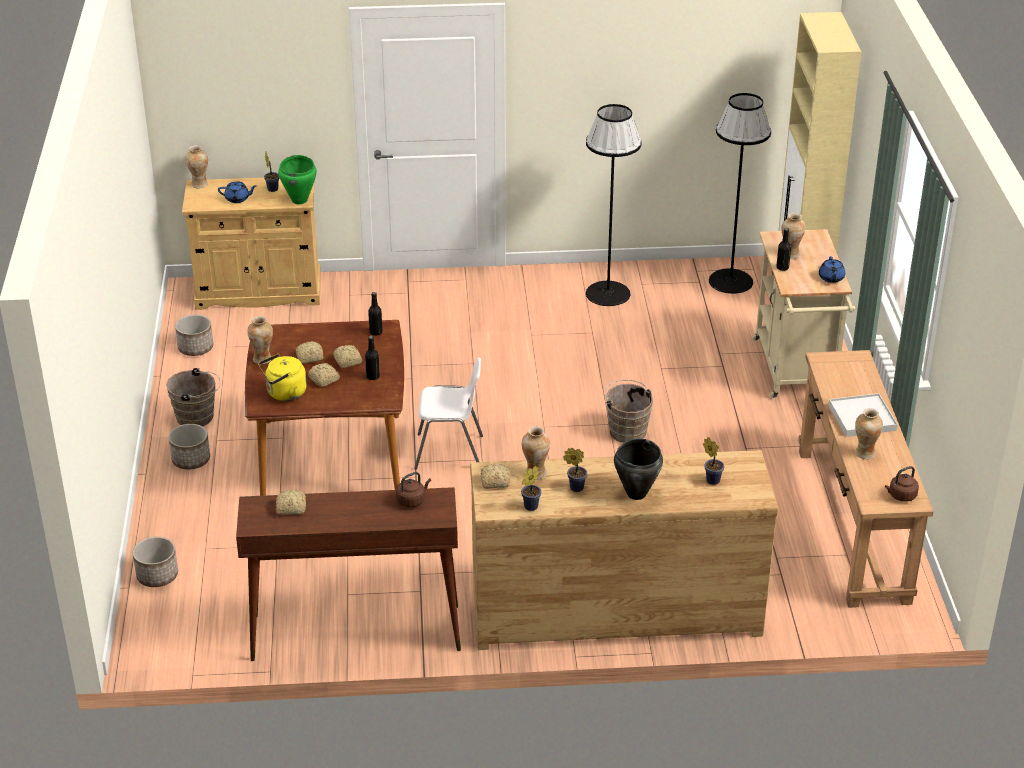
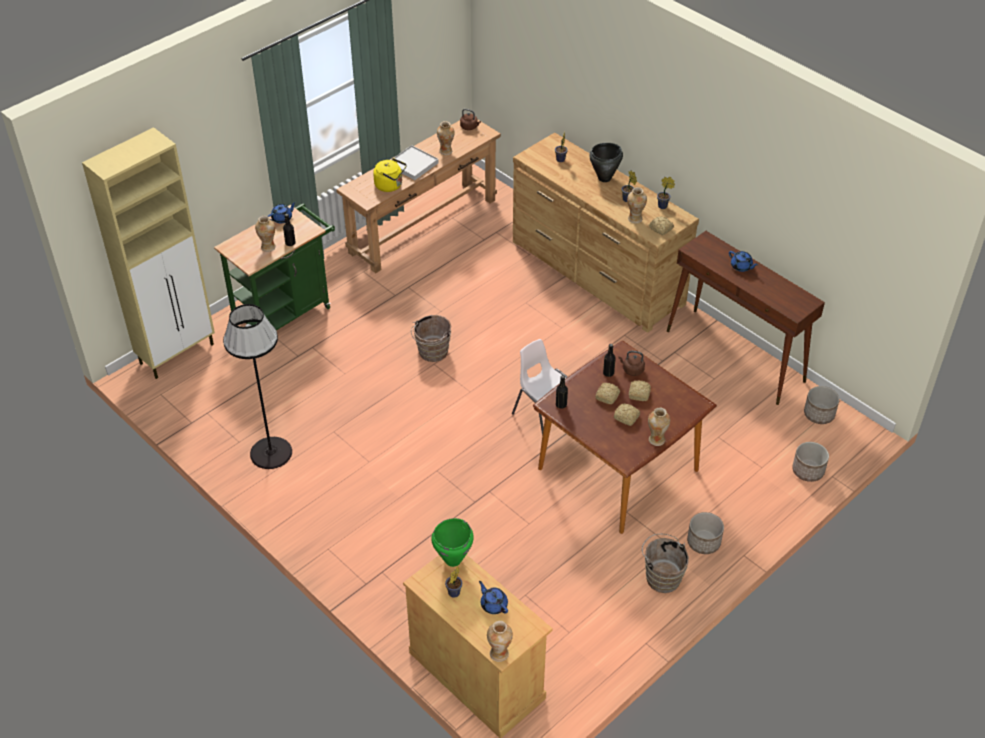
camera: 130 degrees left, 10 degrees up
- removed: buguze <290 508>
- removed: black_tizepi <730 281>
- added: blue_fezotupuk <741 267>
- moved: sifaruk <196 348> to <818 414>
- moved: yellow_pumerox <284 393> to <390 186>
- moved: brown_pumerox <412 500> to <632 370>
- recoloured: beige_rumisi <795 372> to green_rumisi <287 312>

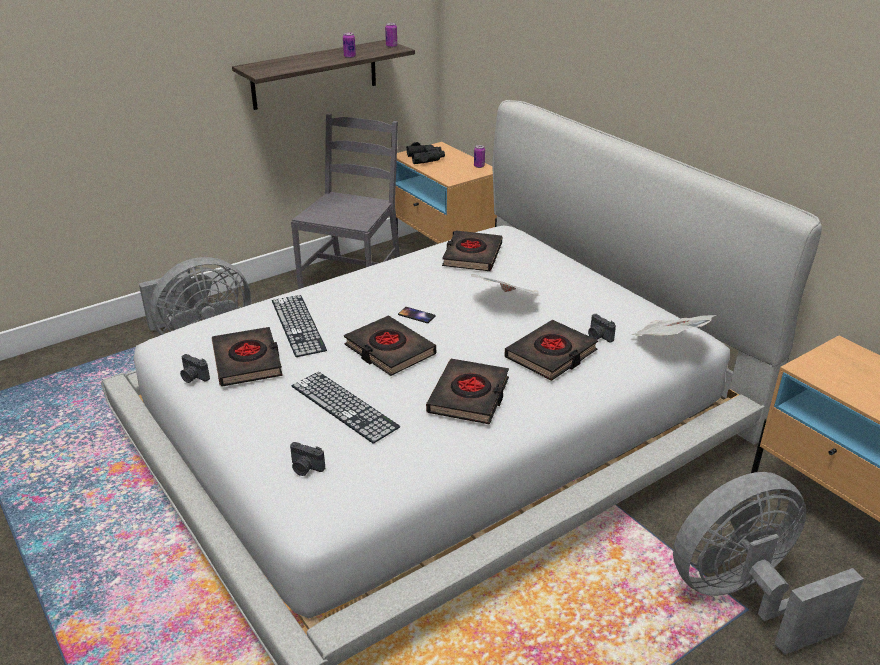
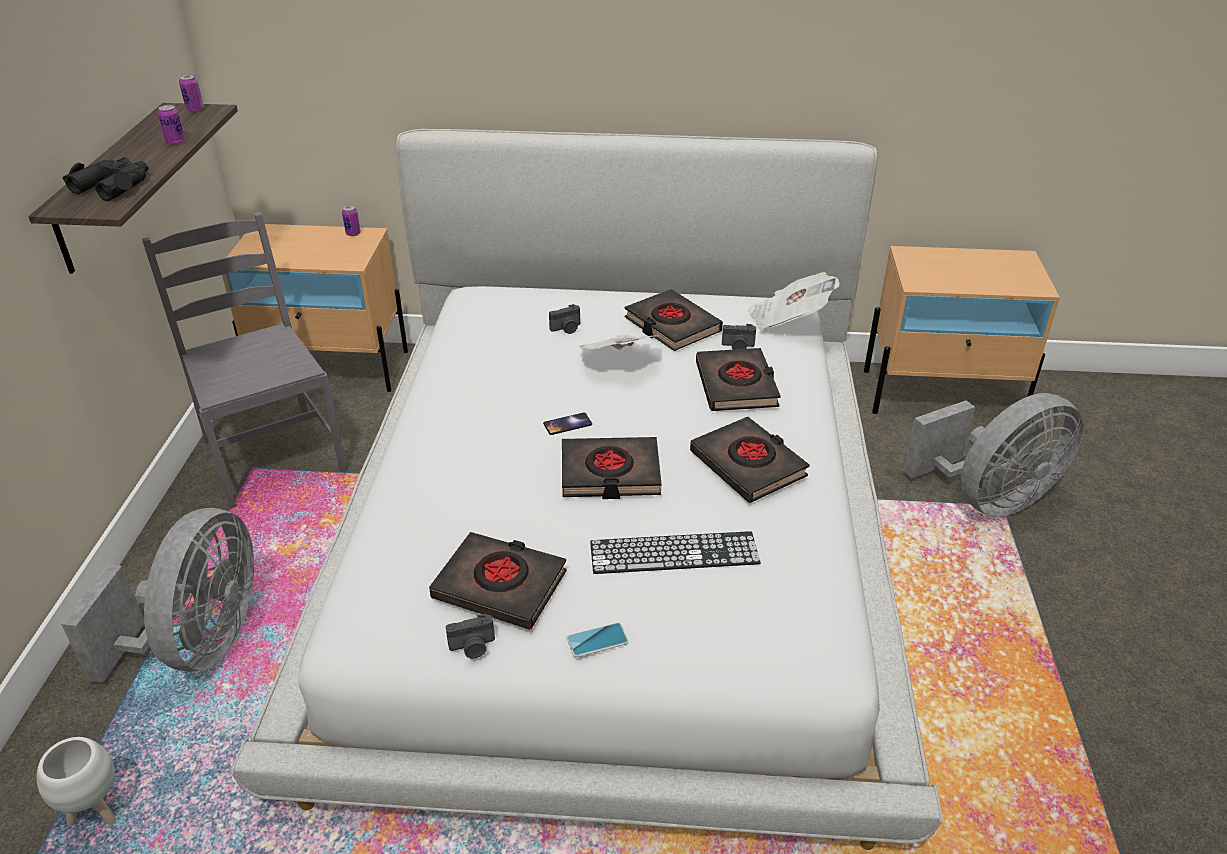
camera: 50 degrees left, 5 degrees up
- removed: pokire <298 325>
- added: white_sifaruk <96 812>
- added: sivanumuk <597 640>
- moved: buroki <305 468> to <566 329>
- moved: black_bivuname <426 158> to <114 185>
- moved: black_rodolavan <472 255> to <672 325>
- turned: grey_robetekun <743 596> = <989 499> 135 degrees counterclockwise

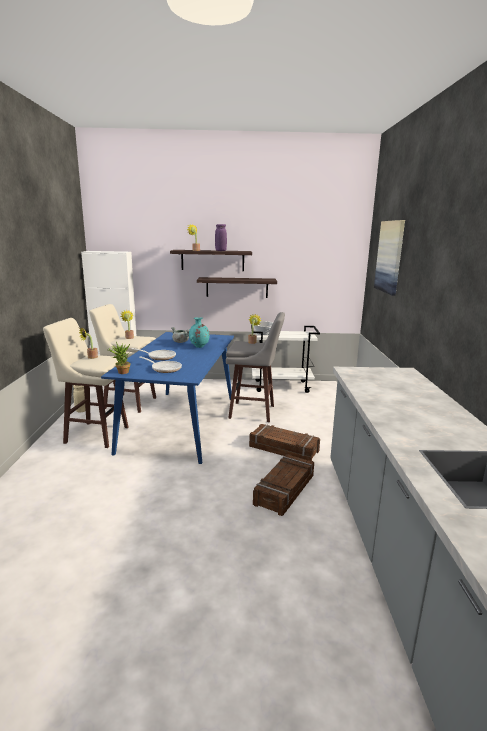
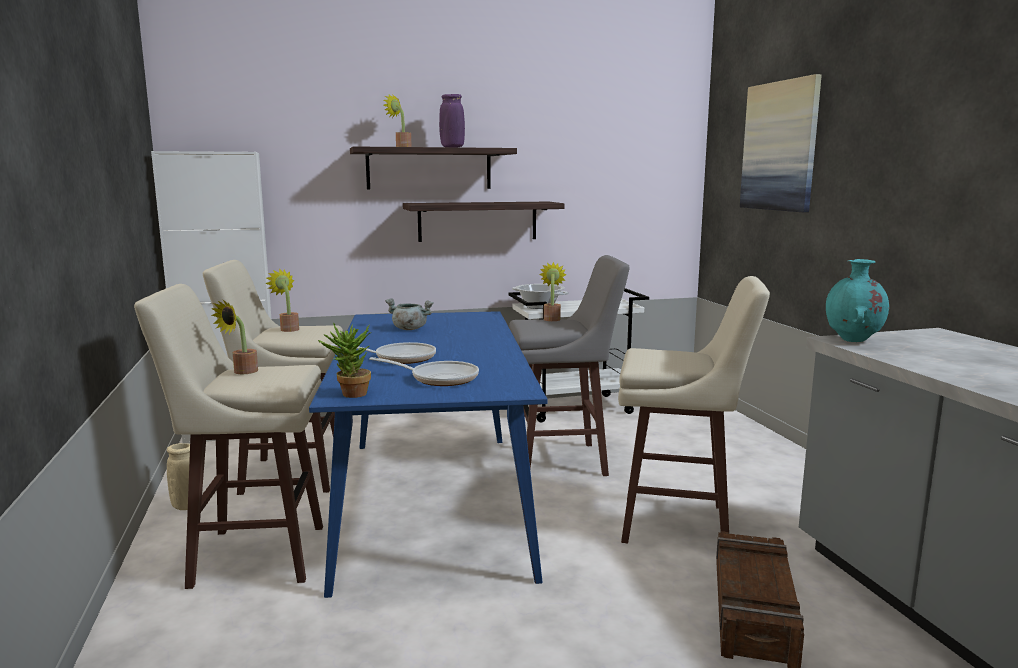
camera: 15 degrees left, 5 degrees down
- moved: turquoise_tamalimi <199 347> to <853 340>
- replaced: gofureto <283 449> to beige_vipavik <679 525>

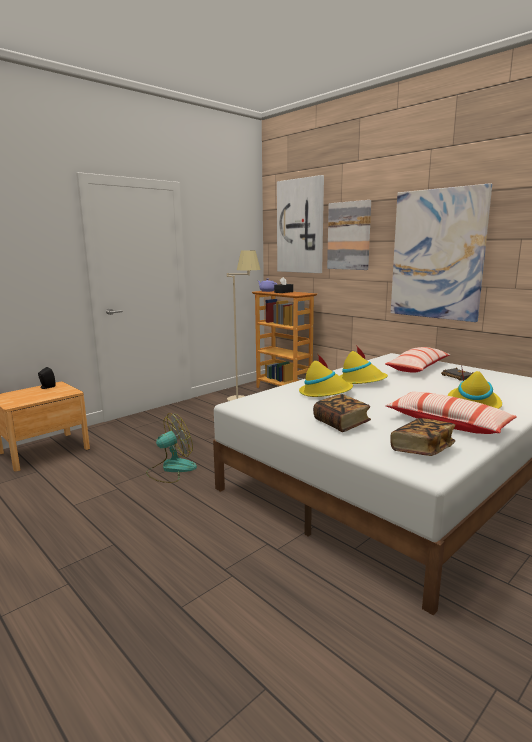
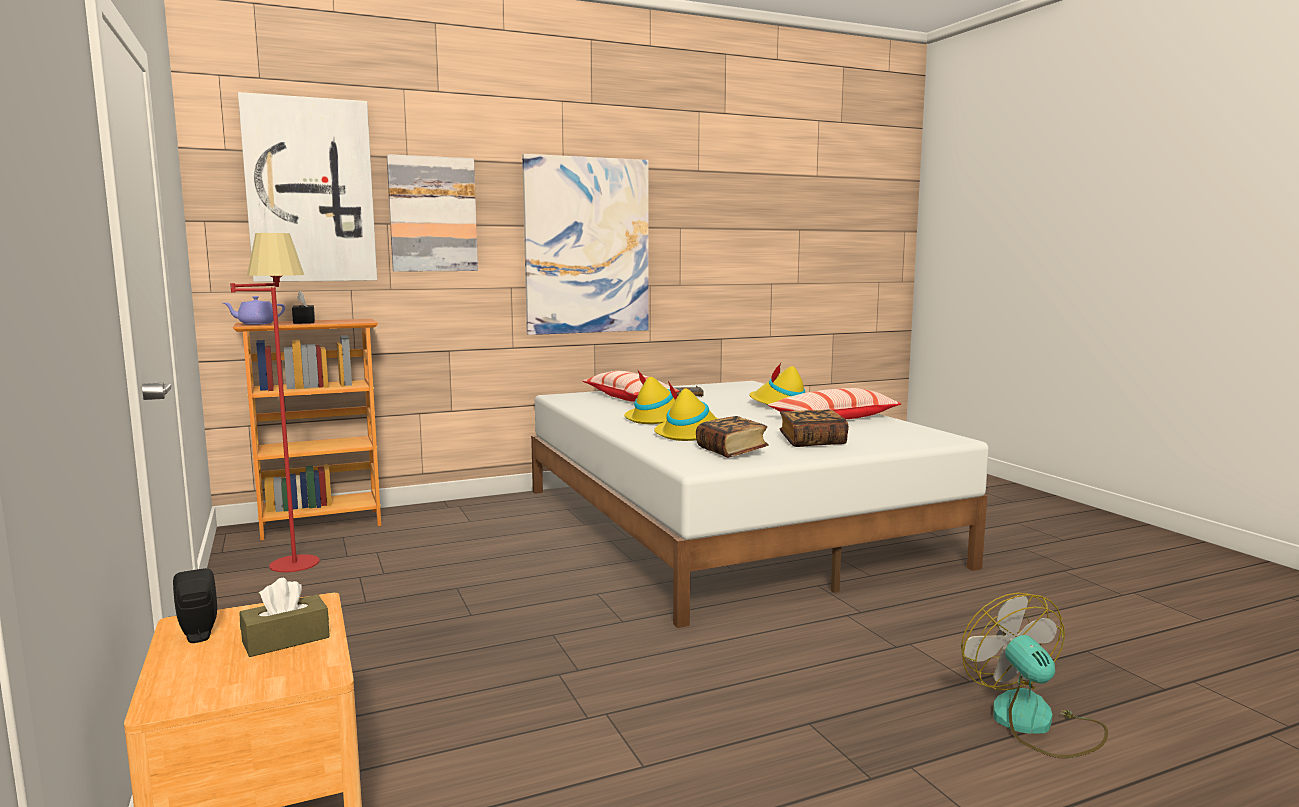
camera: 70 degrees left, 5 degrees down
- added: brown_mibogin <286 639>
- moved: robetekun <171 469> to <1035 723>
- moved: rodolavan <422 449> to <731 451>
- recoloured: beige_tizepi <244 396> to red_tizepi <294 556>

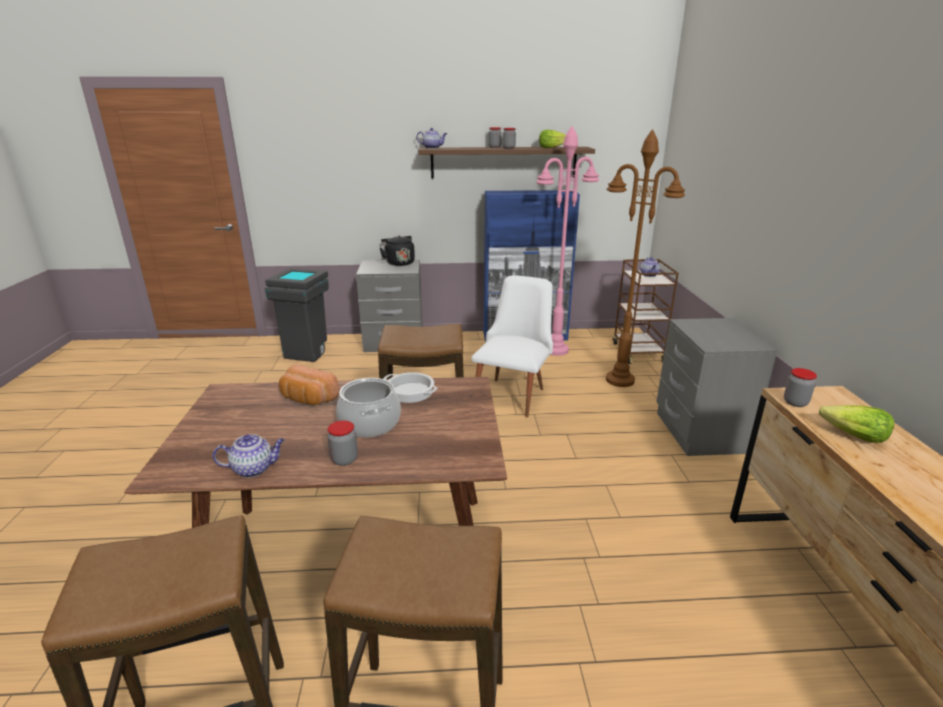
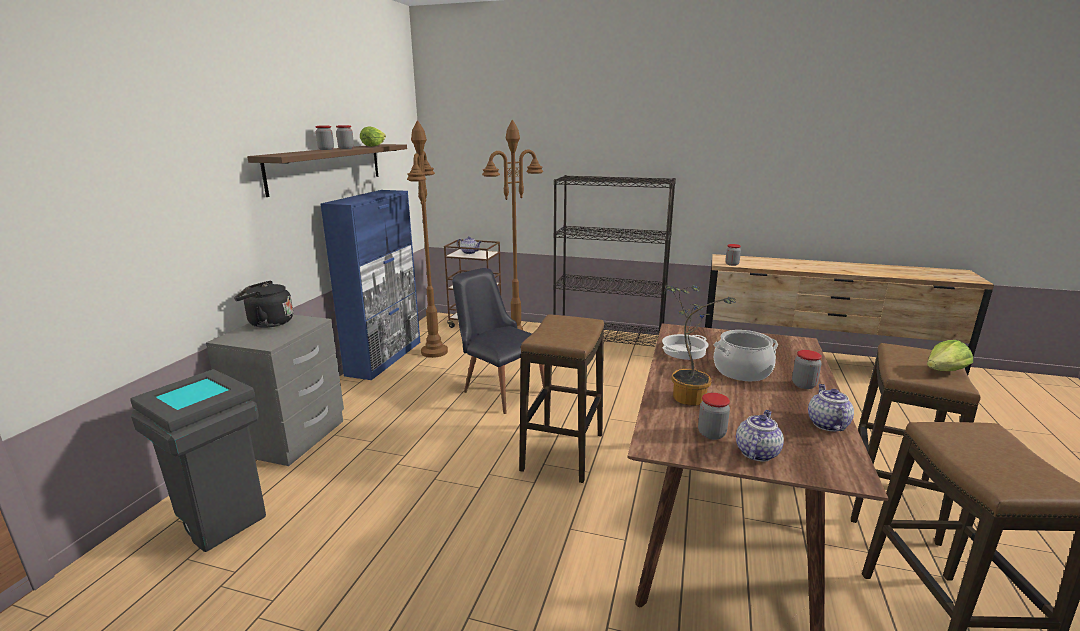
camera: 70 degrees left, 5 degrees down
- added: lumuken <711 434>
- moved: fezotupuk <432 148> to <756 452>
- moved: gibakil <853 436> to <944 371>
- replaced: buguze <308 399> to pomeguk <688 395>
- replaced: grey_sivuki <698 432> to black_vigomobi <609 339>
- recoloured: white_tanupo <513 393> to black_tanupo <499 389>
- recoloured: pink_tizepi <556 350> to brown_tizepi <434 352>

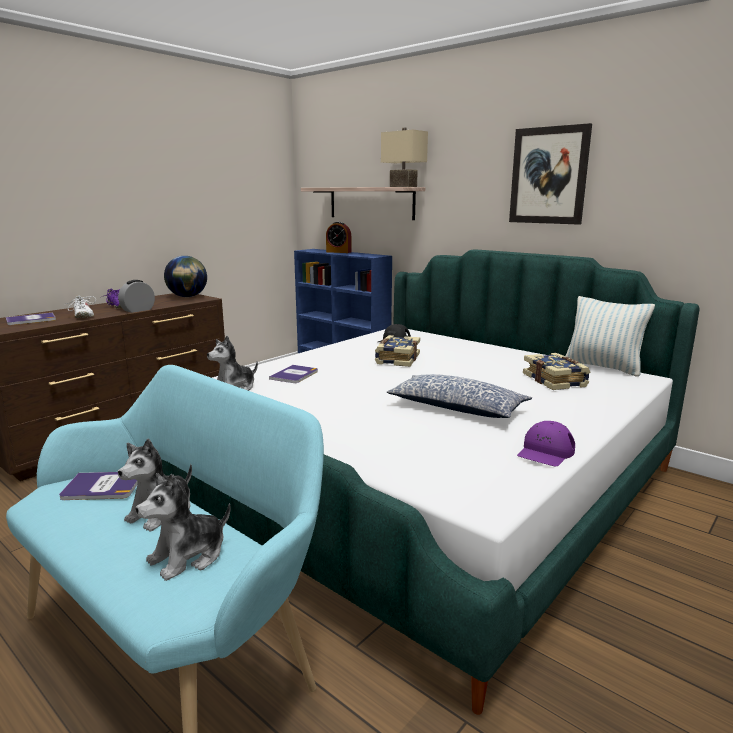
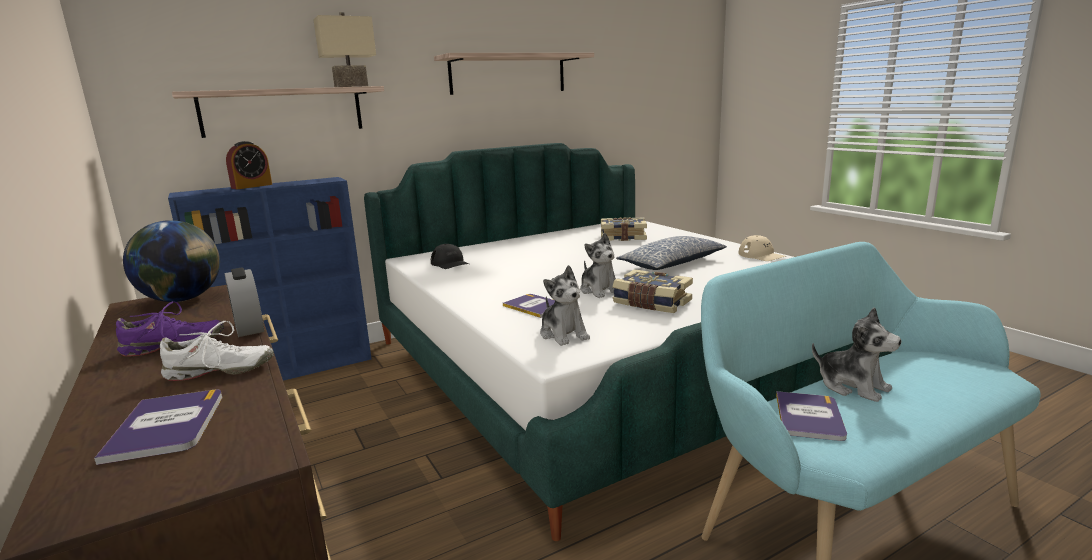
camera: 70 degrees left, 0 degrees up
- removed: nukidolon <603 367>
- moved: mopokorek <188 556> to <599 290>
- moved: rodolavan <396 359> to <651 303>
- replaced: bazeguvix <548 176> to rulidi <508 74>
- recoloured: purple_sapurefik <545 452> to beige_sapurefik <761 255>

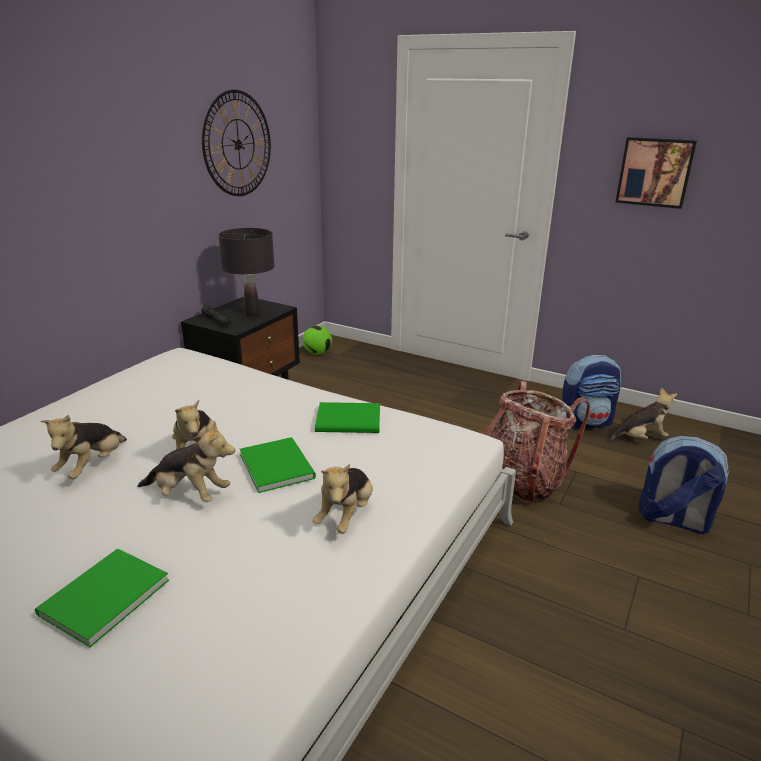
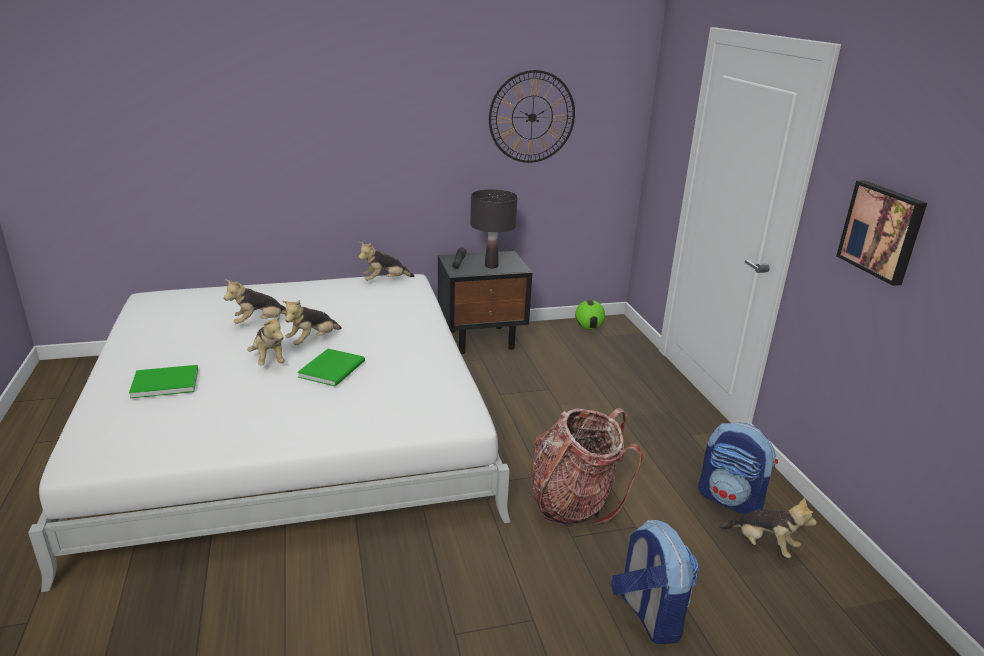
camera: 45 degrees right, 0 degrees up
- removed: green_rodolavan <350 421>
- moved: mopokorek <346 515> to <385 281>

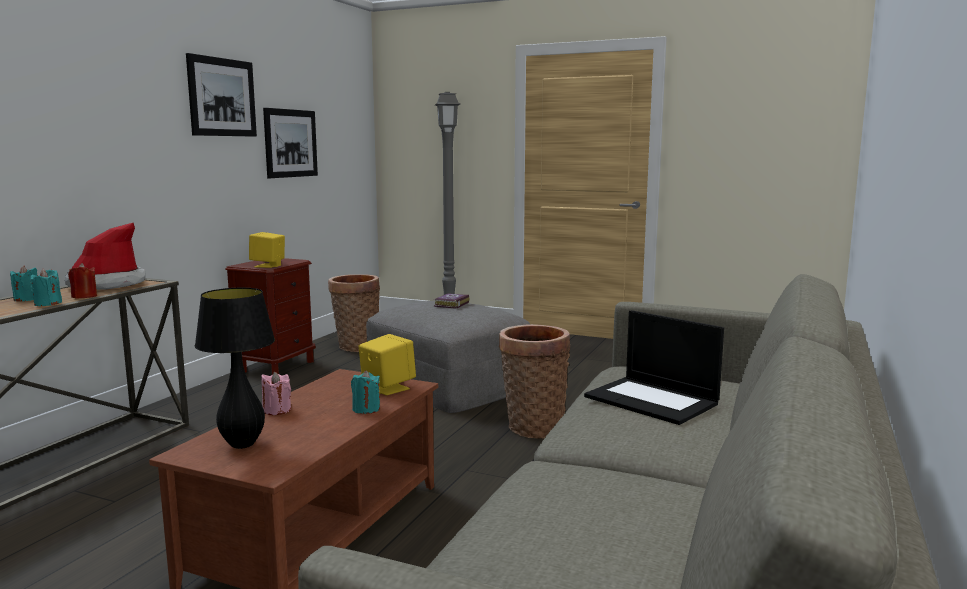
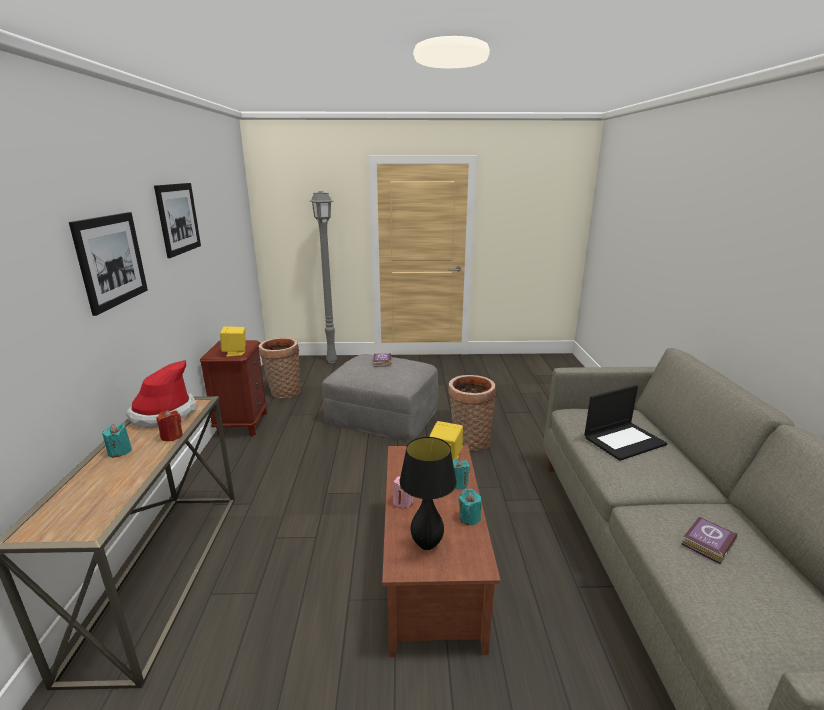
camera: 25 degrees left, 10 degrees up
- added: rodolavan <706 543>
- moved: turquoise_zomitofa <48 304> to <469 518>
- moved: bazeguvix <290 143> to <111 260>
- turned: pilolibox <653 400> = <624 440> 45 degrees counterclockwise

